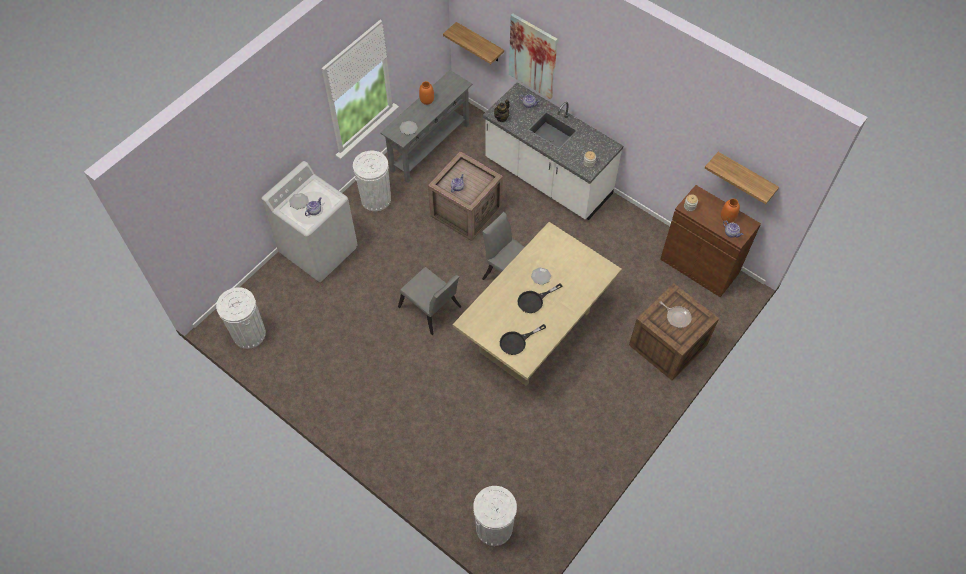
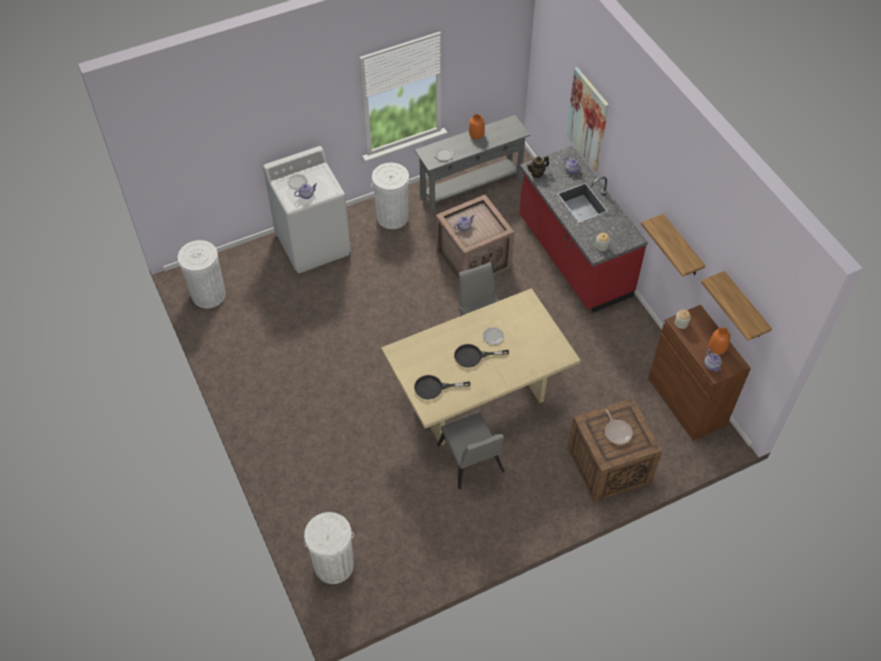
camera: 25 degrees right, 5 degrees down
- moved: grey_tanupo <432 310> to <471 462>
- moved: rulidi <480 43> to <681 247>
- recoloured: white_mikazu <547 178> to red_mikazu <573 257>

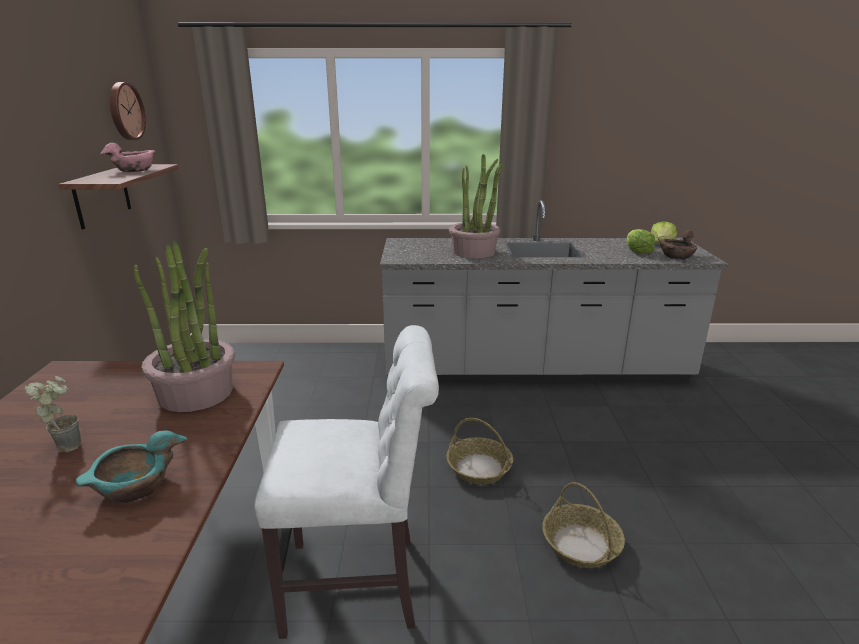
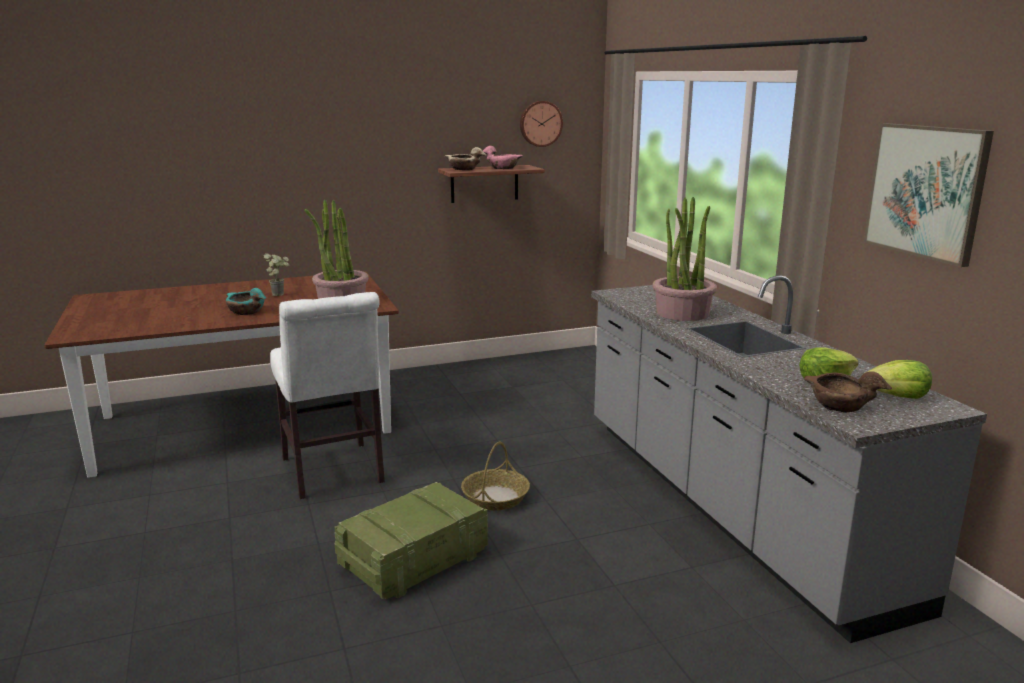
camera: 70 degrees right, 5 degrees down
- added: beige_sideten <463 169>
- added: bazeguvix <926 191>
- replaced: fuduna <581 544> to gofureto <412 562>

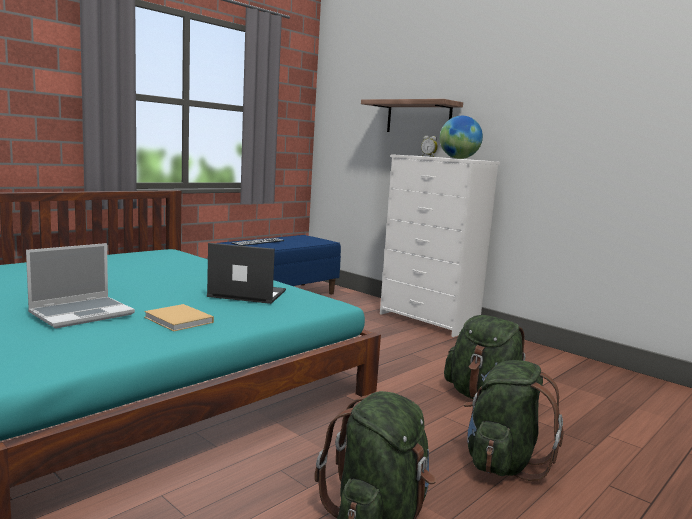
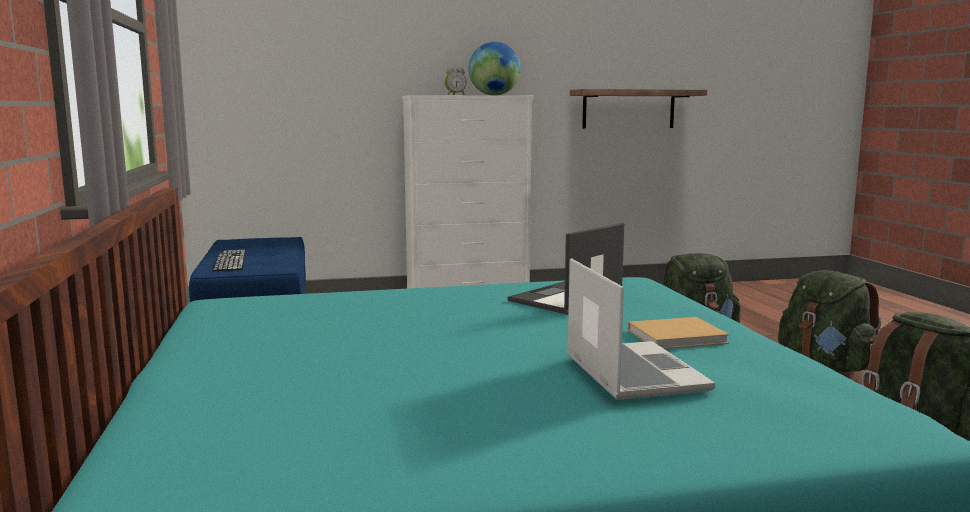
camera: 55 degrees left, 0 degrees up
- moved: rulidi <418 117> to <628 109>

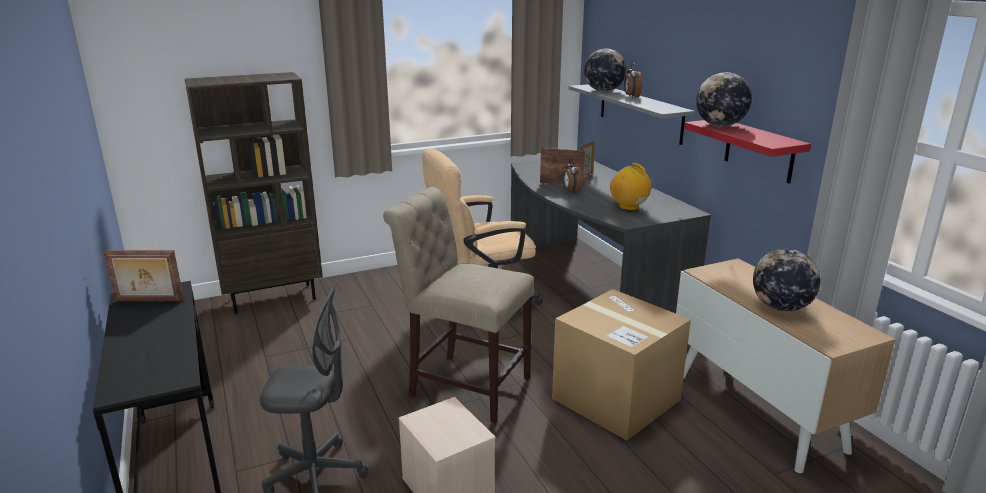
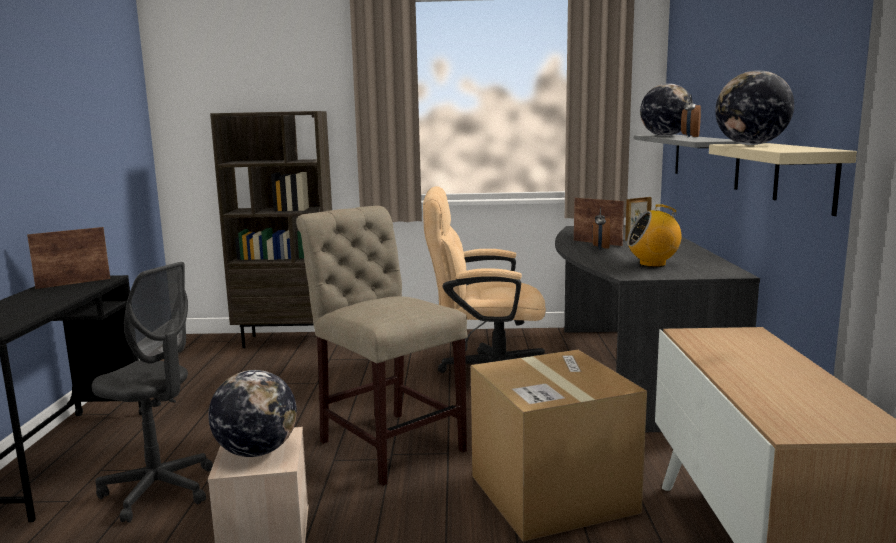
camera: 25 degrees right, 10 degrees down
- moved: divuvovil <780 307> to <256 452>
- recoloured: red_rulidi <759 150> to beige_rulidi <805 177>
- turned: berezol <149 301> = <73 283> 120 degrees clockwise
- turned: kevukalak <629 207> = <653 264> 75 degrees counterclockwise

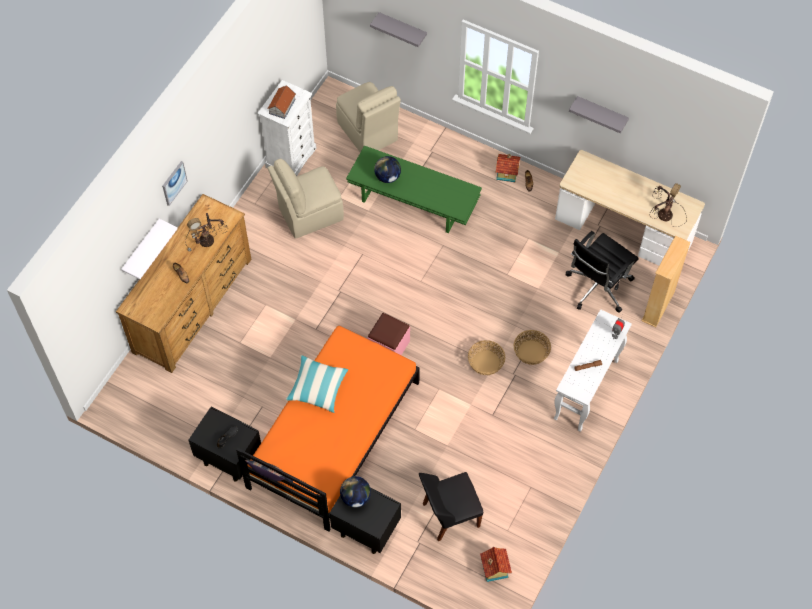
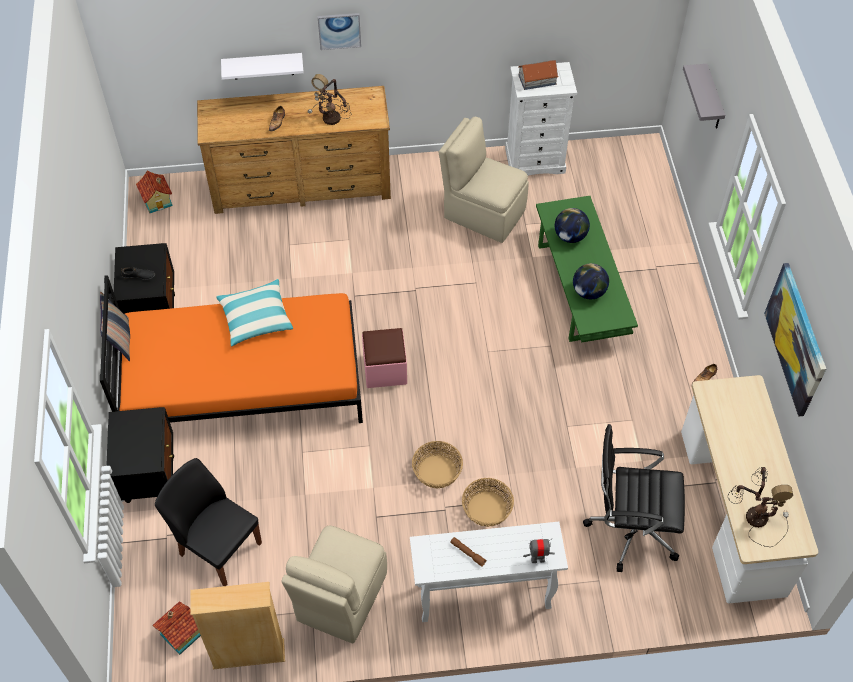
camera: 55 degrees right, 5 degrees down
- moved: beige_tanupo <368 133> to <340 599>
- moved: divuvovil <355 497> to <589 292>
- moved: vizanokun <507 172> to <158 201>
- moved: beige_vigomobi <658 306> to <248 654>
- replaced: grey_rulidi <601 113> to bazeguvix <796 339>

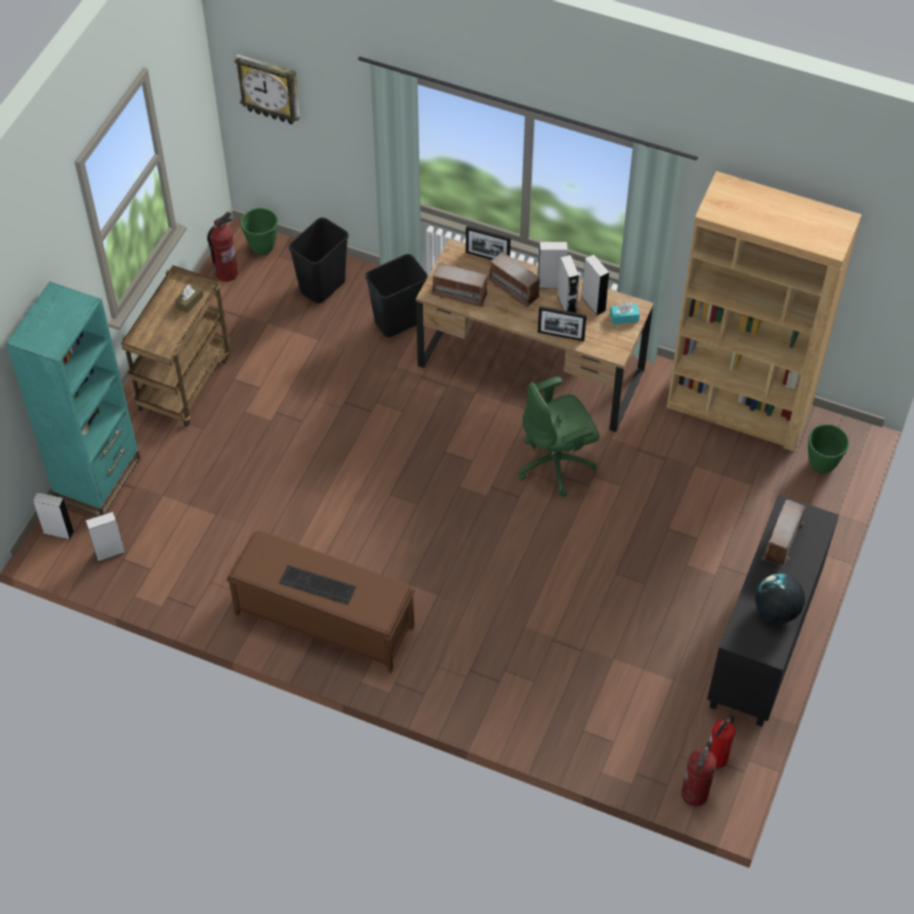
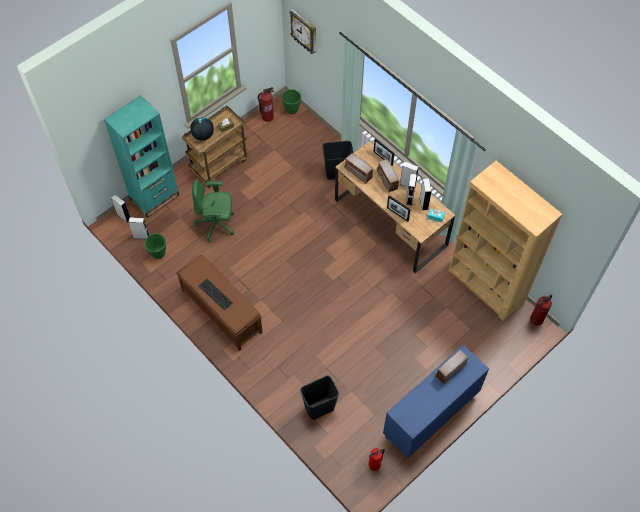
camera: 25 degrees right, 5 degrees up
- moved: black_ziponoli <323 287> to <319 408>
- moved: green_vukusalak <556 463> to <216 224>
- moved: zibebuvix <694 794> to <536 319>
- moved: divuvovil <776 611> to <203 136>
- moved: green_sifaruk <822 465> to <158 254>
- recoloured: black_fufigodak <763 645> to blue_fufigodak <430 416>

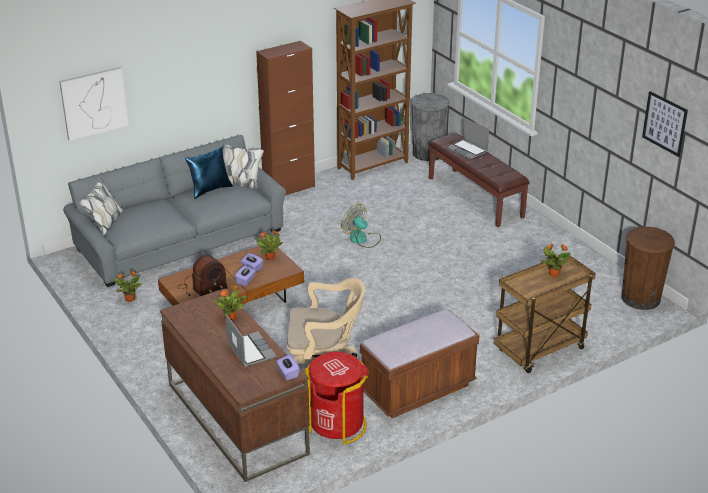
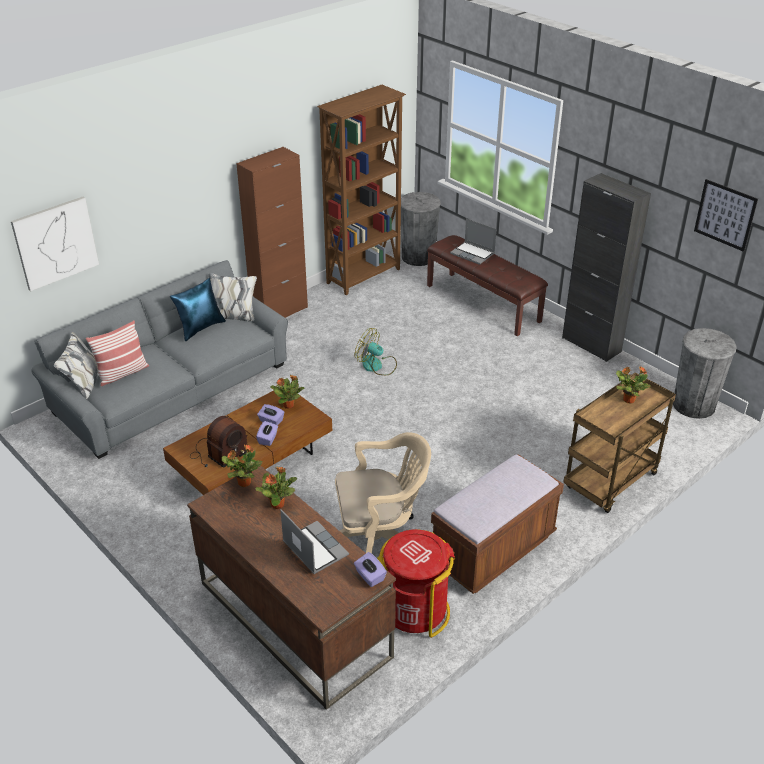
camera: 10 degrees left, 5 degrees up
- added: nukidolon <122 373>
- added: black_fufigodak <591 345>
- moved: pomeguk <129 299> to <244 482>
- recoloured: brown_ziponoli <640 298> to grey_ziponoli <693 405>

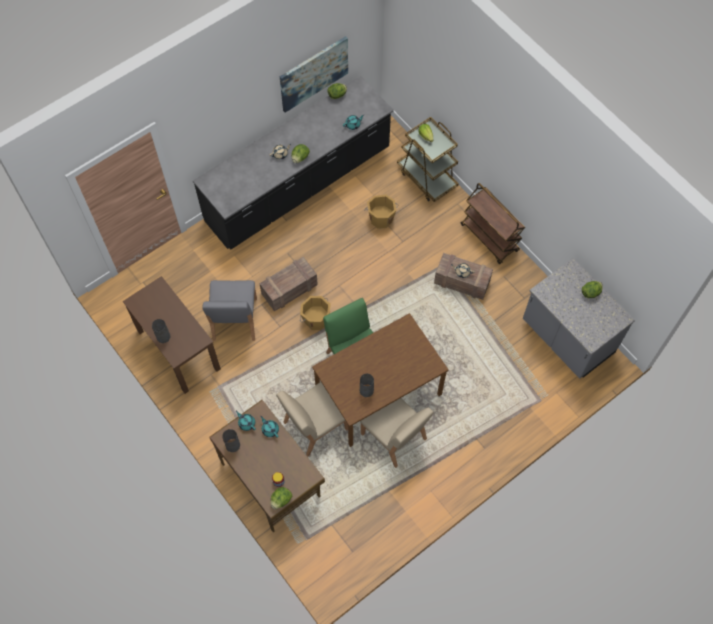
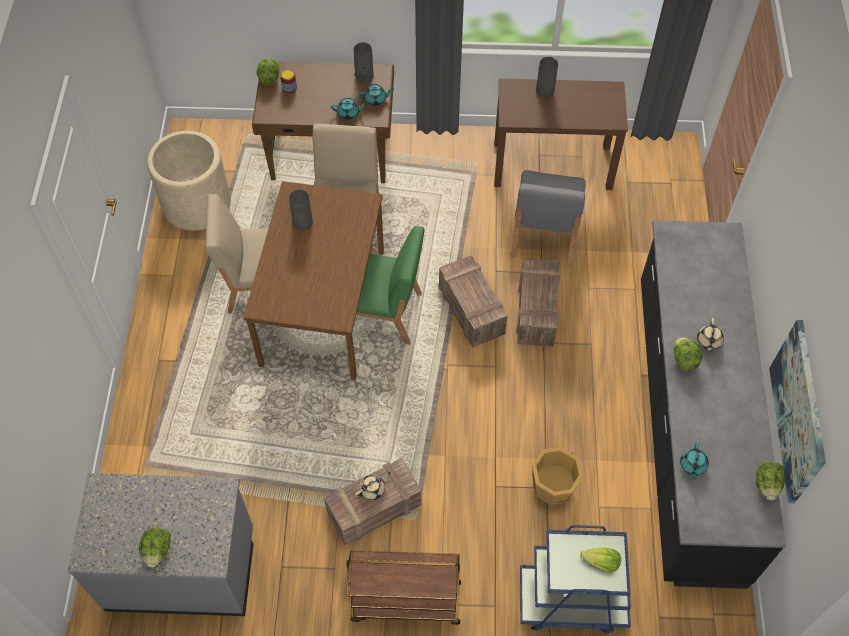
camera: 130 degrees right, 5 degrees down
- added: beige_sifaruk <197 203>
- replaced: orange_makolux <316 319> to gofureto <472 311>
- recoloured: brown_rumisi <427 178> to blue_rumisi <572 600>
- turned: grey_tanupo <234 320> = <544 235> 120 degrees counterclockwise

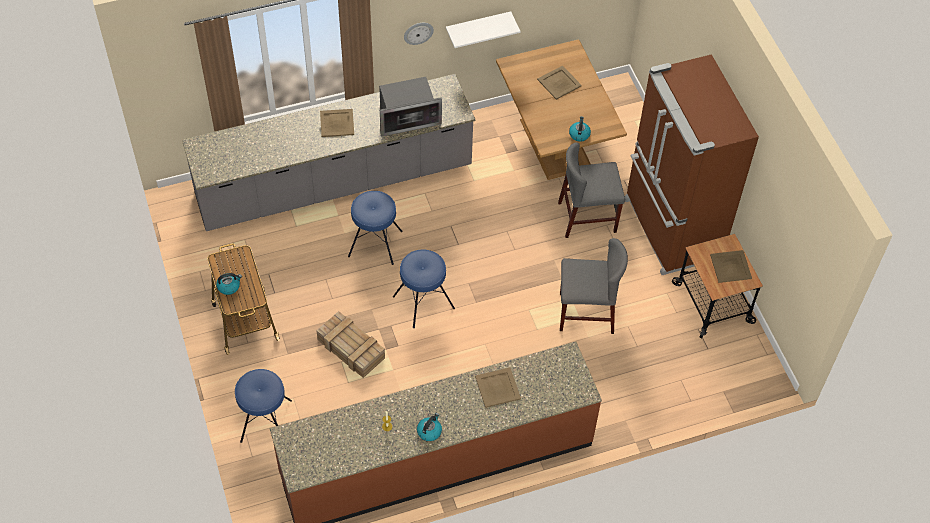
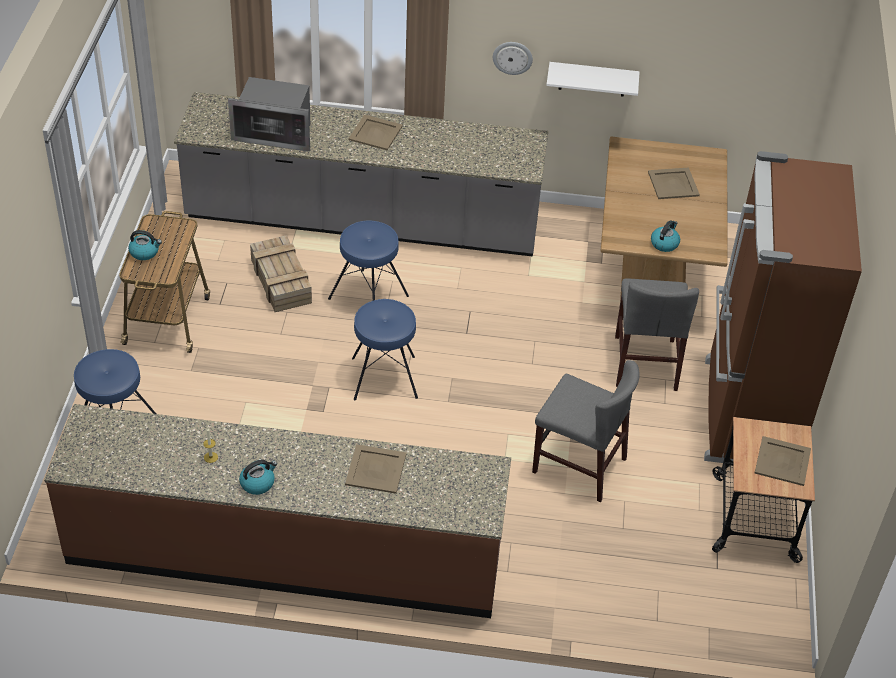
camera: 25 degrees right, 10 degrees down
- moved: gofureto <350 348> to <280 280>
- moved: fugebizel <407 118> to <275 133>
- turned: grey_tanupo <587 217> = <645 362> 105 degrees counterclockwise

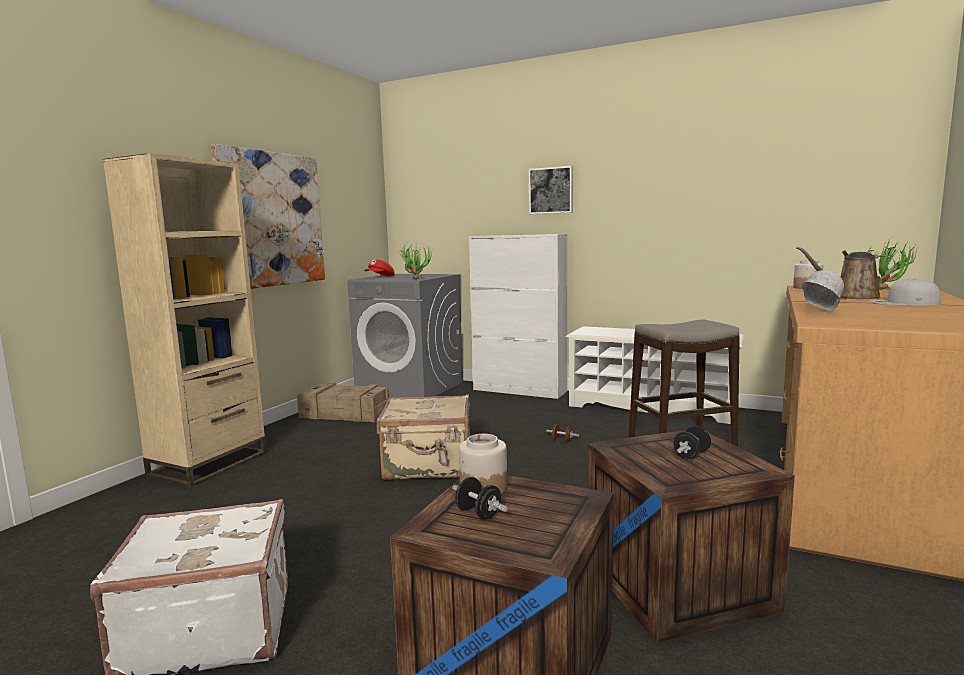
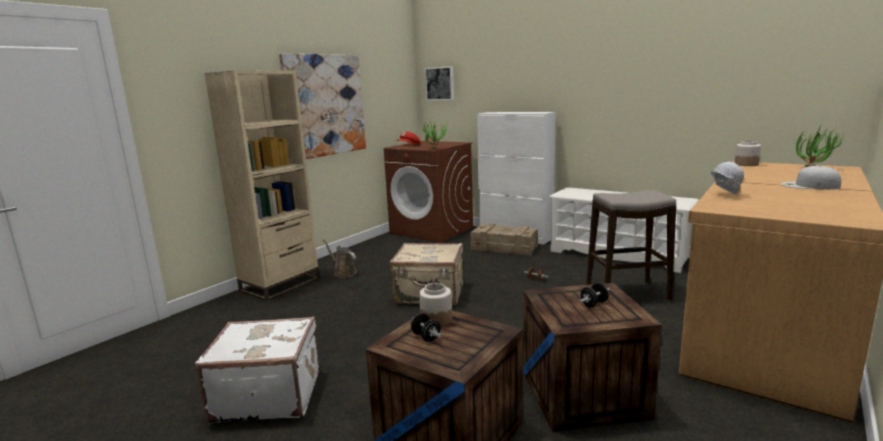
camera: 10 degrees right, 5 degrees up
- moved: gofureto <345 414> to <504 248>
- moved: bazeguvix <551 190> to <440 83>
- moved: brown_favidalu <850 297> to <343 273>
- recoloured: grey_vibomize <411 387> to brown_vibomize <432 230>

